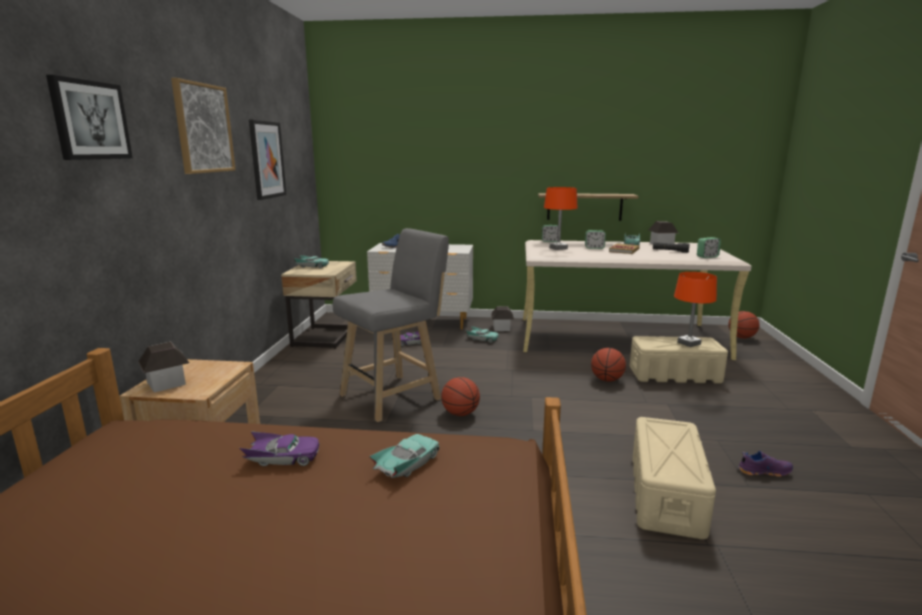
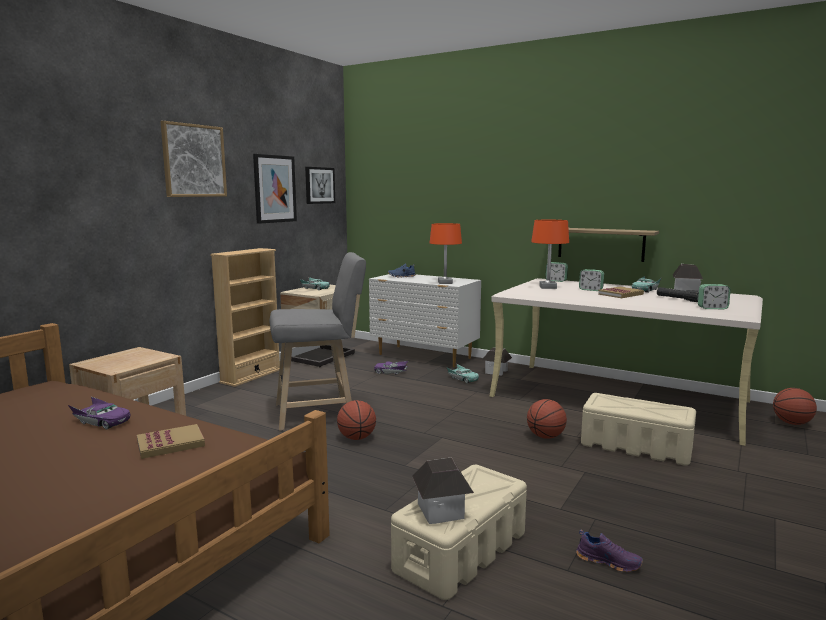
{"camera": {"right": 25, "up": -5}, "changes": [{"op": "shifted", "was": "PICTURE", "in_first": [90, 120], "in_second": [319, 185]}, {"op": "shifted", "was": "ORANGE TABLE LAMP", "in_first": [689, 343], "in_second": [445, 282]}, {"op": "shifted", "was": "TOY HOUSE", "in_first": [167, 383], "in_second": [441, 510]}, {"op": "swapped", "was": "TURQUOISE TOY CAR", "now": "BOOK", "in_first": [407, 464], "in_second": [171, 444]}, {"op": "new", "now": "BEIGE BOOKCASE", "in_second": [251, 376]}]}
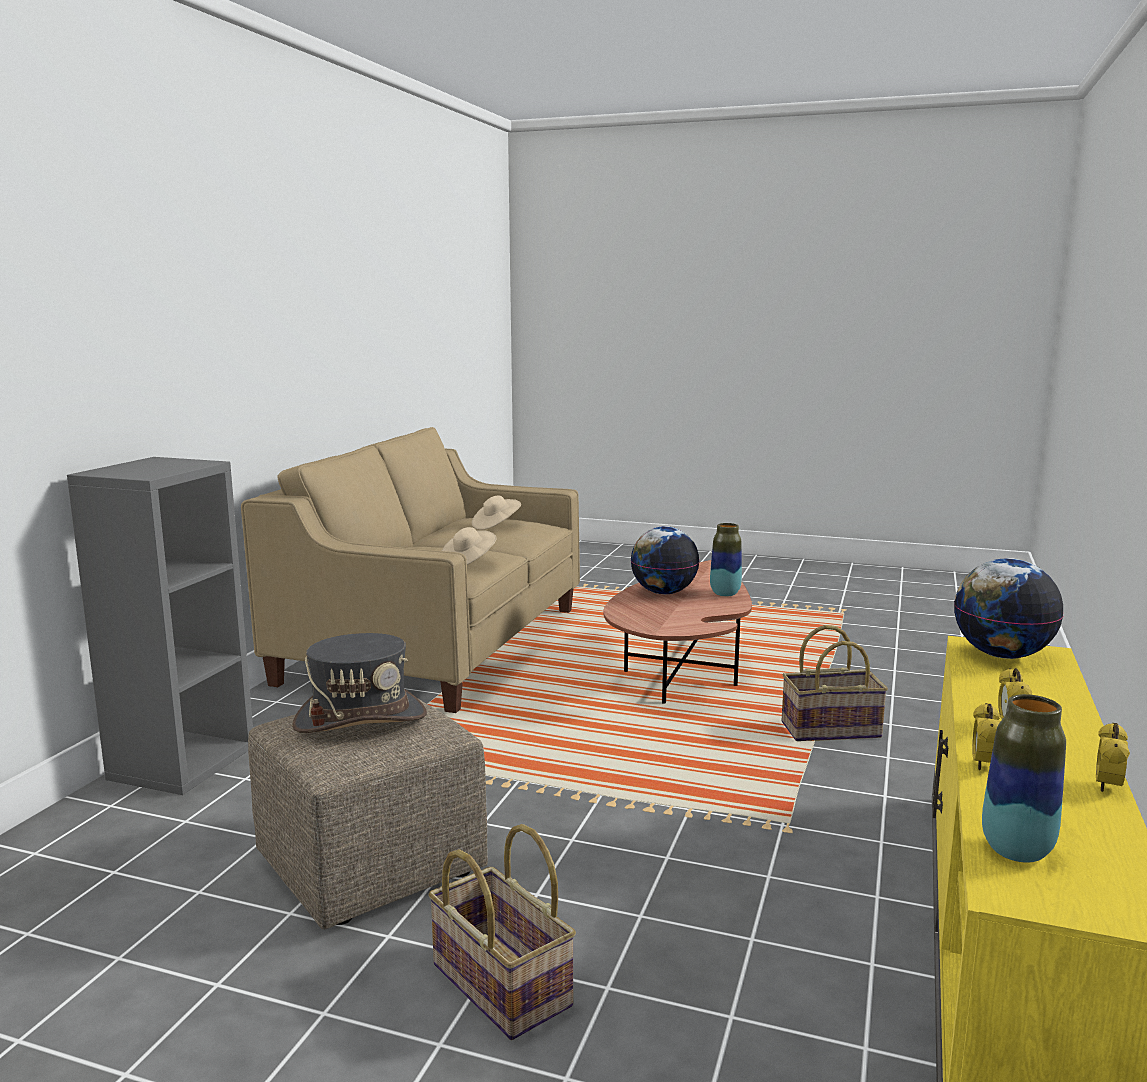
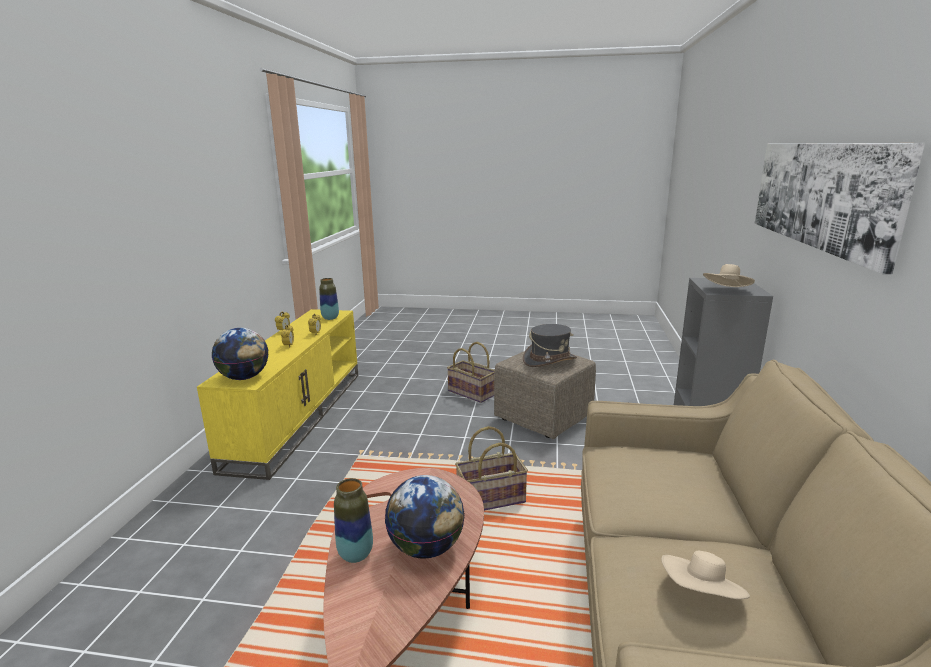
{"camera": {"right": 170, "up": 5}, "changes": [{"op": "shifted", "was": "BEIGE HAT", "in_first": [468, 562], "in_second": [726, 291]}, {"op": "shifted", "was": "BASKET", "in_first": [830, 729], "in_second": [491, 499]}, {"op": "new", "now": "PICTURE", "in_second": [820, 194]}]}
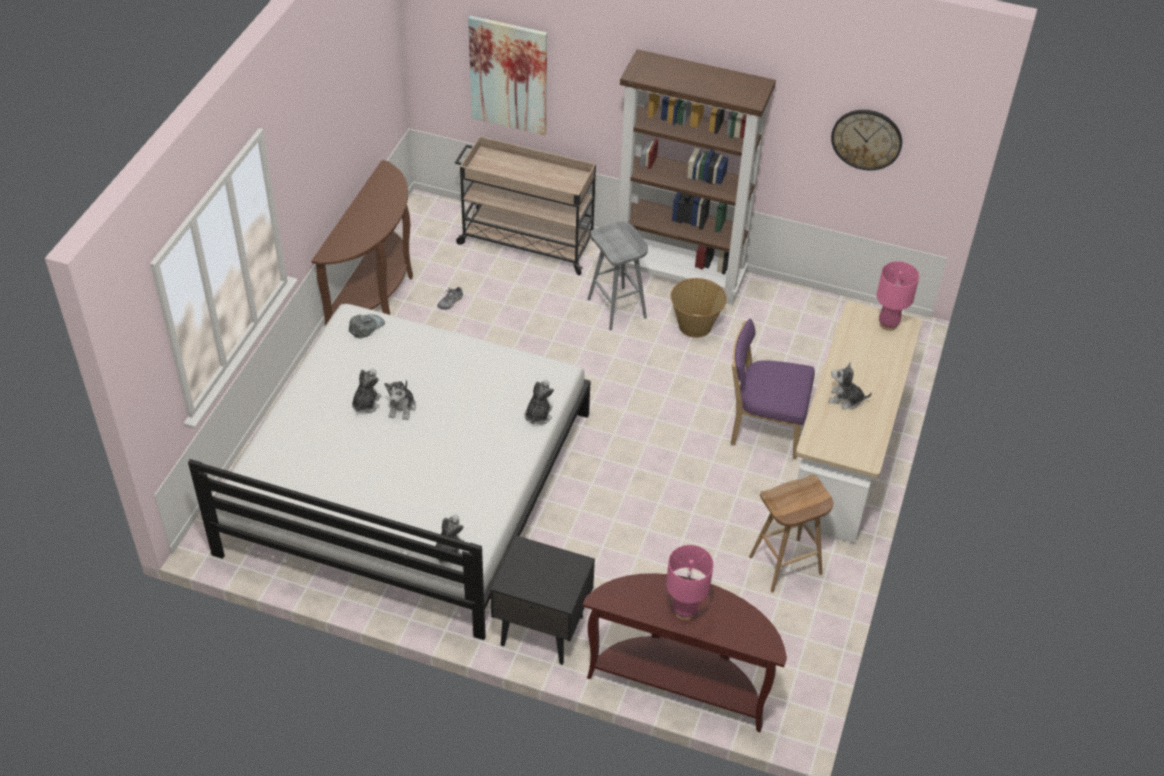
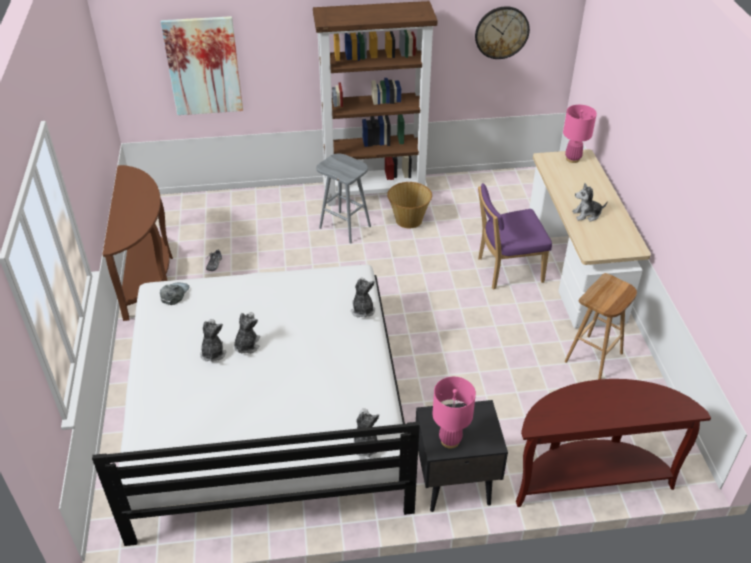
{"camera": {"right": -25, "up": -5}, "changes": [{"op": "gone", "was": "BEIGE CART", "in_first": [526, 241]}, {"op": "rotated", "was": "PLUSH TOY", "in_first": [402, 408], "in_second": [246, 345], "clockwise": -150}, {"op": "shifted", "was": "PINK TABLE LAMP", "in_first": [684, 611], "in_second": [450, 440]}]}
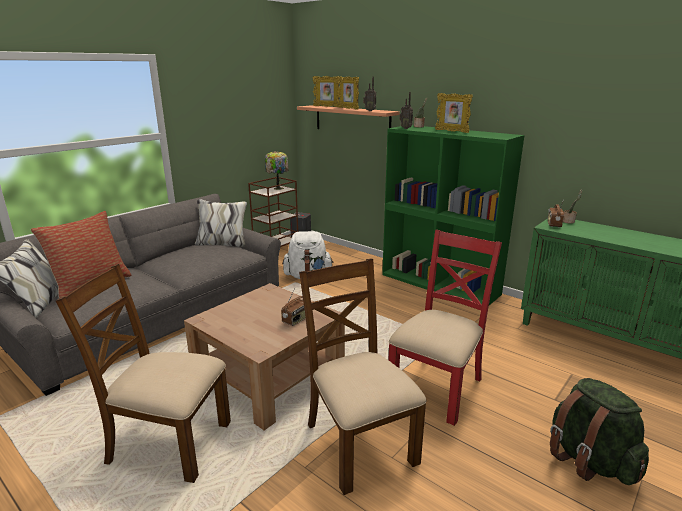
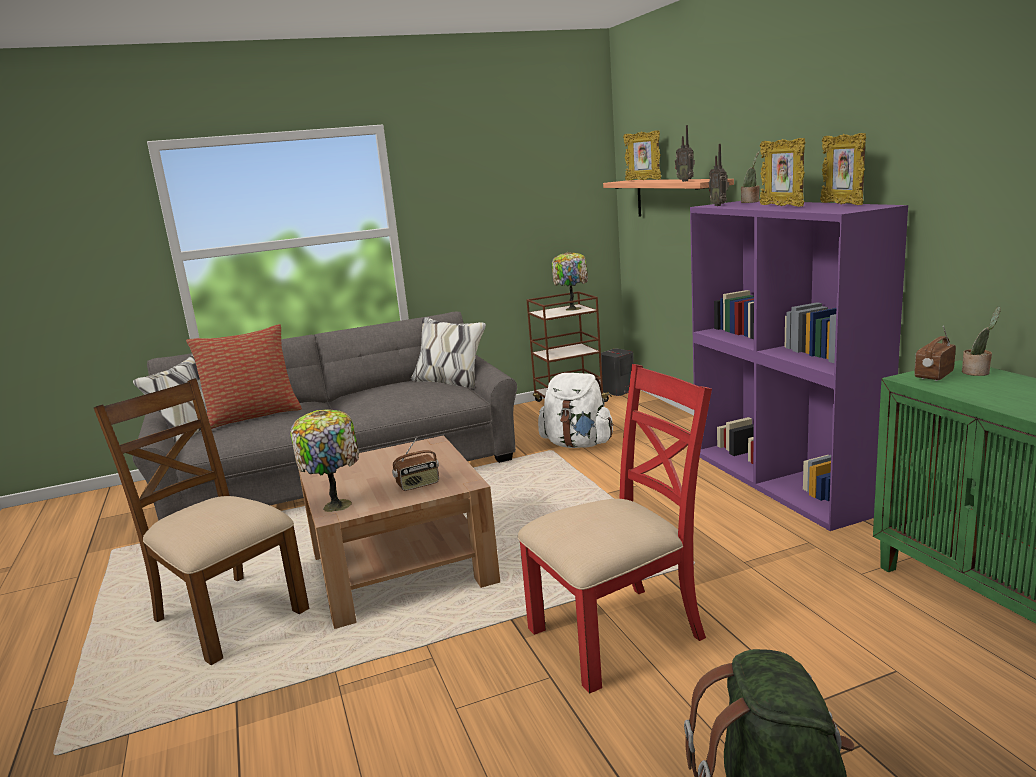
{"camera": {"right": 30, "up": -5}, "changes": [{"op": "shifted", "was": "PICTURE FRAME", "in_first": [348, 109], "in_second": [842, 204]}, {"op": "repainted", "was": "GREEN BOOKCASE", "now": "PURPLE BOOKCASE", "in_first": [440, 284], "in_second": [784, 481]}, {"op": "gone", "was": "BROWN CHAIR", "in_first": [359, 443]}, {"op": "new", "now": "TABLE LAMP", "in_second": [336, 504]}]}
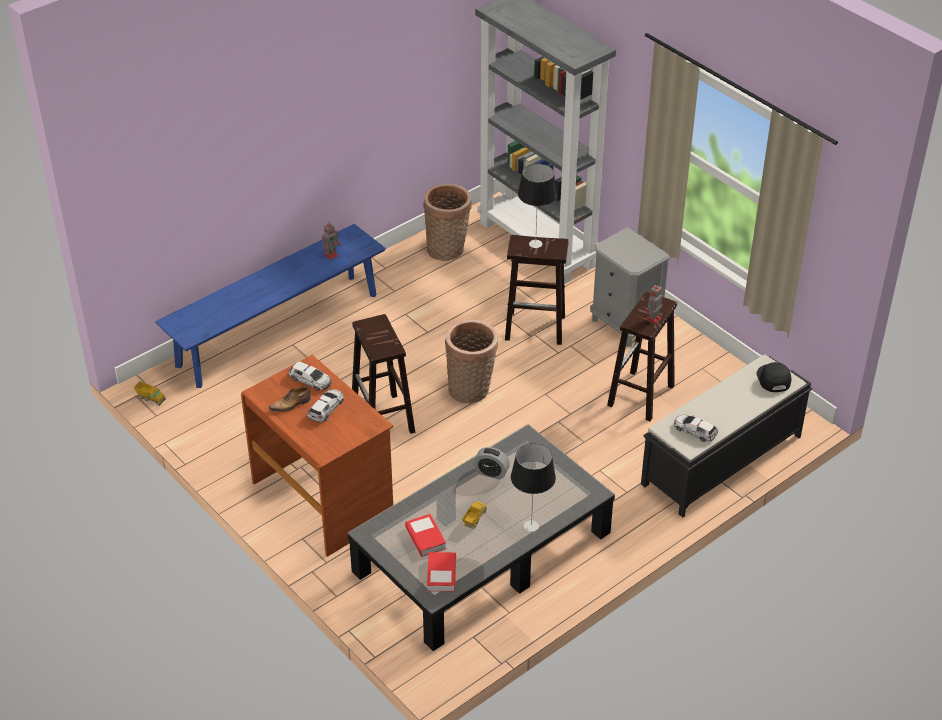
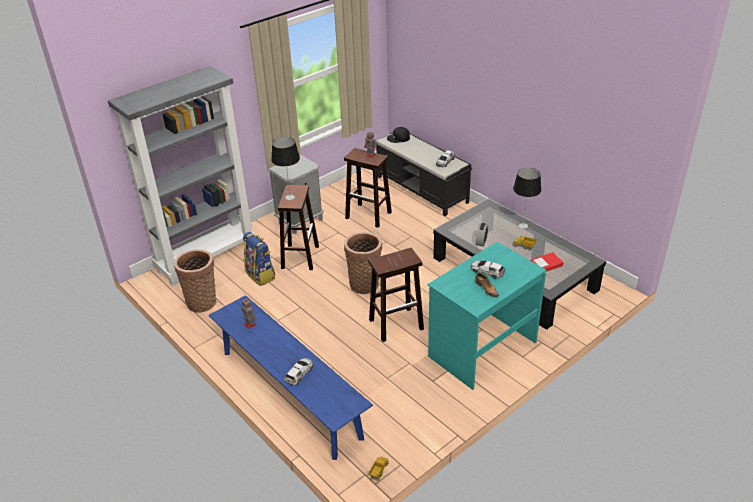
{"camera": {"right": -90, "up": -5}, "changes": [{"op": "repainted", "was": "BROWN DESK", "now": "TURQUOISE DESK", "in_first": [324, 499], "in_second": [481, 348]}, {"op": "shifted", "was": "TOY CAR", "in_first": [310, 380], "in_second": [299, 373]}, {"op": "gone", "was": "BOOK", "in_first": [441, 574]}, {"op": "new", "now": "BACKPACK", "in_second": [261, 275]}]}
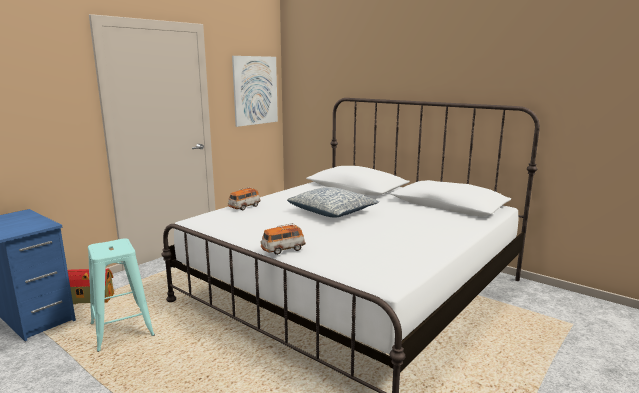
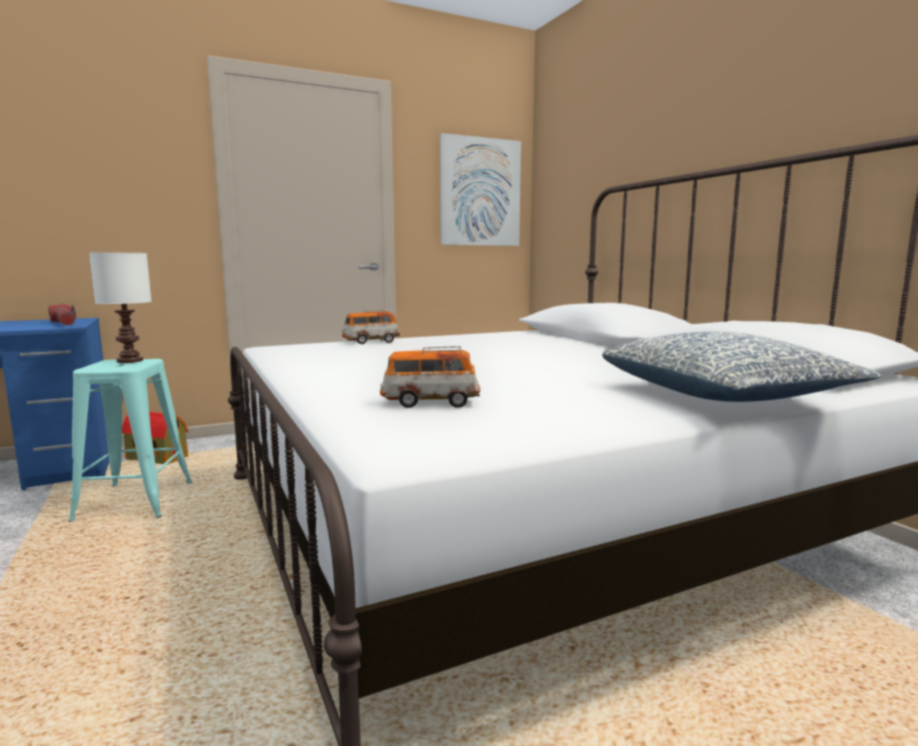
{"camera": {"right": 25, "up": -5}, "changes": [{"op": "shifted", "was": "PILLOW", "in_first": [333, 212], "in_second": [724, 395]}, {"op": "shifted", "was": "TOY CAR", "in_first": [283, 249], "in_second": [430, 402]}, {"op": "new", "now": "WHITE TABLE LAMP", "in_second": [129, 361]}, {"op": "new", "now": "FLASHLIGHT", "in_second": [65, 323]}]}
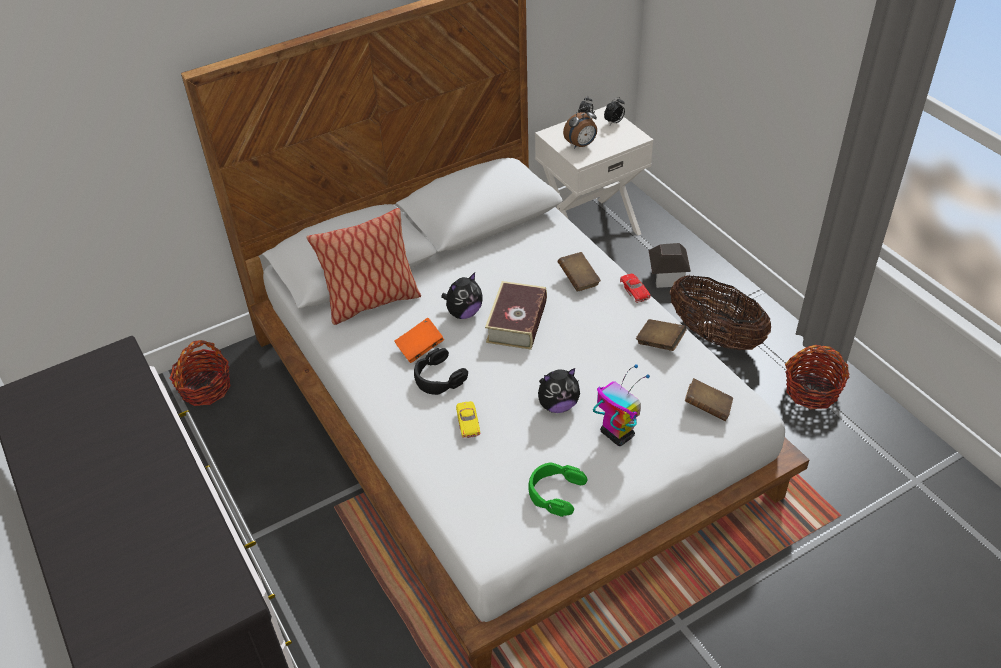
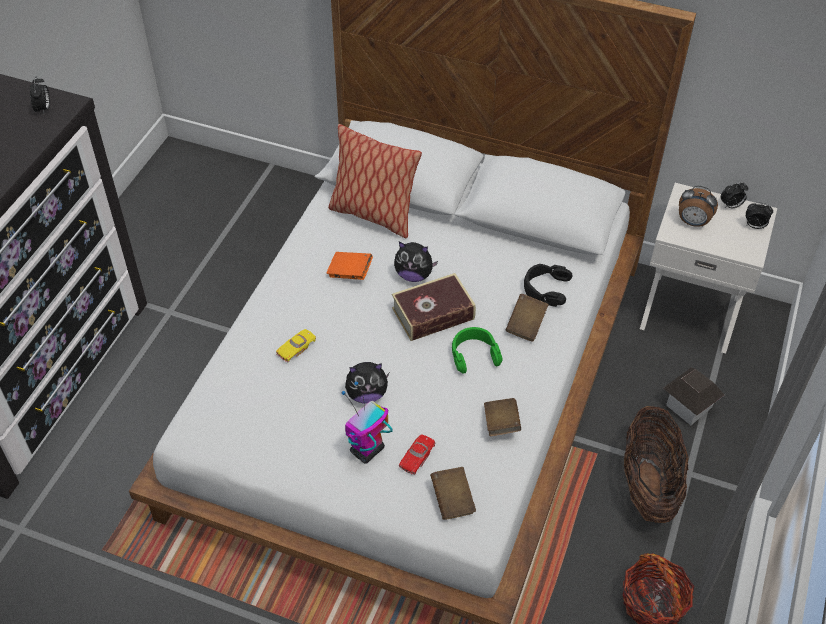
{"camera": {"right": 50, "up": 5}, "changes": [{"op": "shifted", "was": "RED TOY CAR", "in_first": [634, 290], "in_second": [417, 456]}, {"op": "gone", "was": "BASKET", "in_first": [205, 388]}, {"op": "shifted", "was": "BLACK HEADPHONES", "in_first": [438, 378], "in_second": [546, 288]}, {"op": "rotated", "was": "TOY ROBOT", "in_first": [616, 434], "in_second": [367, 451], "clockwise": -150}, {"op": "rotated", "was": "PLUSH TOY", "in_first": [558, 405], "in_second": [366, 394], "clockwise": -45}, {"op": "shifted", "was": "GREEN HEADPHONES", "in_first": [555, 493], "in_second": [474, 354]}, {"op": "new", "now": "ALARM CLOCK", "in_second": [44, 109]}]}
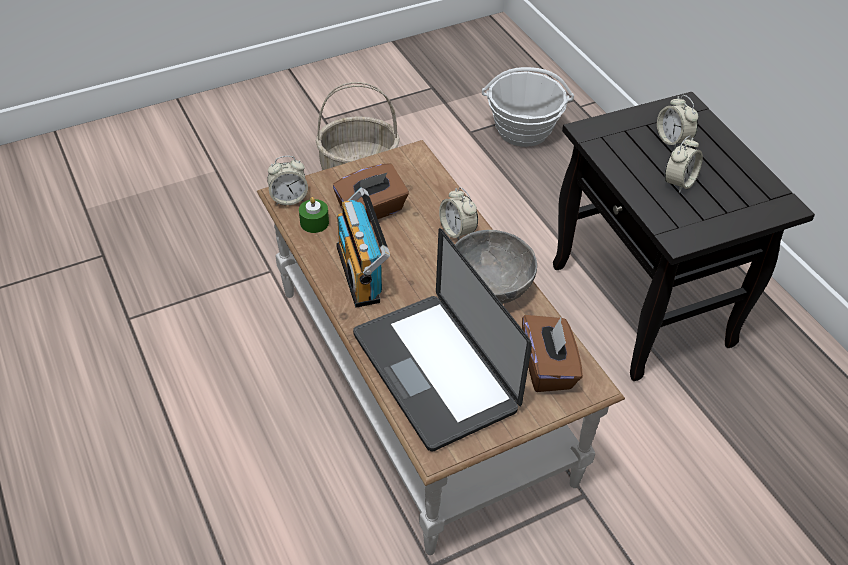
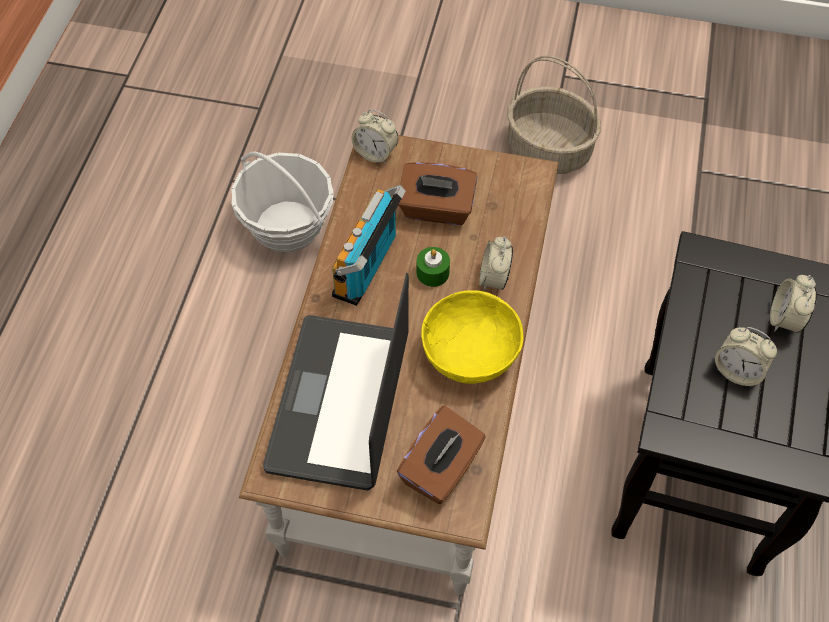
{"camera": {"right": 40, "up": 10}, "changes": [{"op": "shifted", "was": "BASKET", "in_first": [523, 130], "in_second": [287, 226]}, {"op": "rotated", "was": "ALARM CLOCK", "in_first": [678, 182], "in_second": [737, 371], "clockwise": 45}, {"op": "shifted", "was": "GREEN CANDLE", "in_first": [314, 222], "in_second": [432, 273]}, {"op": "repainted", "was": "GREY BOWL", "now": "YELLOW BOWL", "in_first": [490, 285], "in_second": [469, 354]}]}
